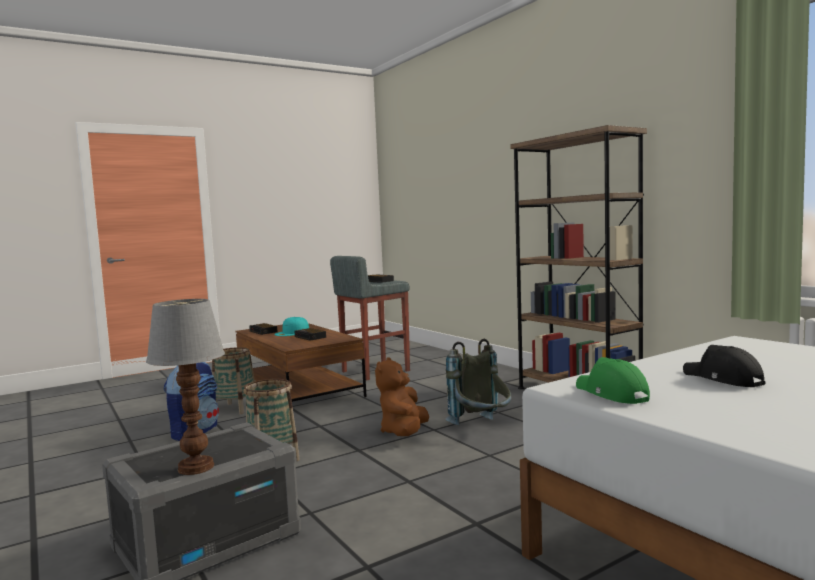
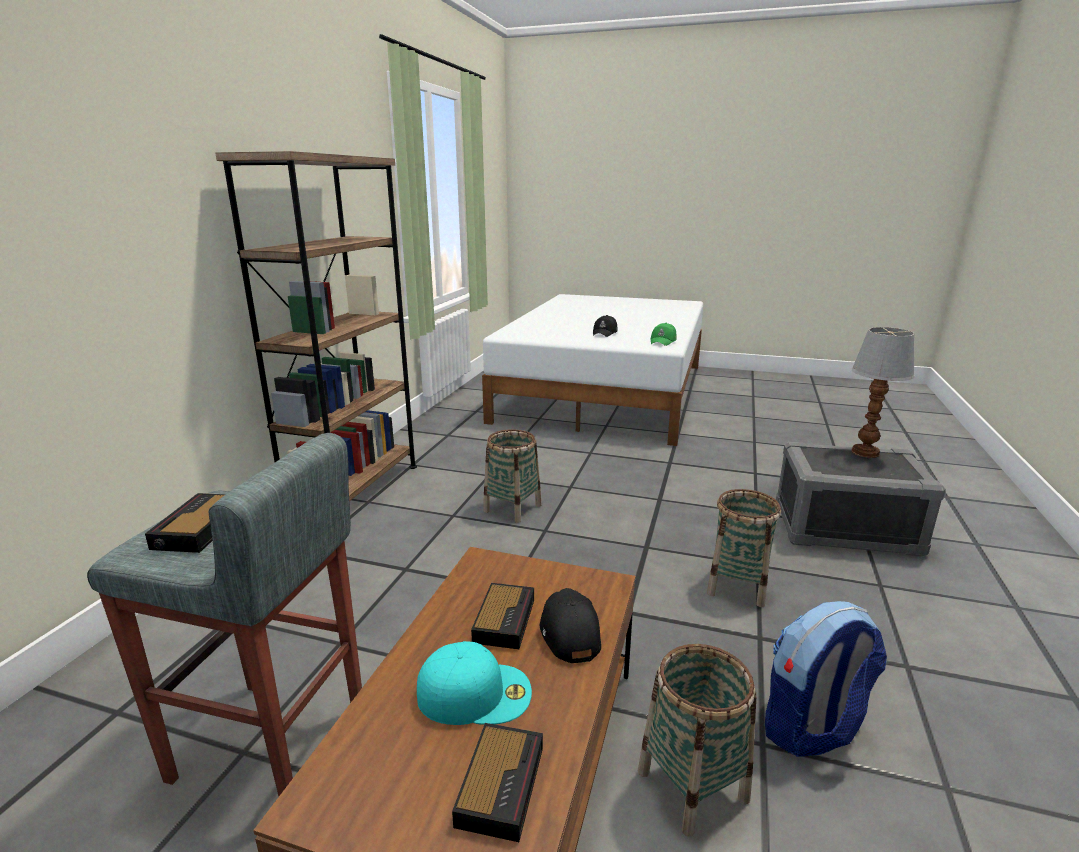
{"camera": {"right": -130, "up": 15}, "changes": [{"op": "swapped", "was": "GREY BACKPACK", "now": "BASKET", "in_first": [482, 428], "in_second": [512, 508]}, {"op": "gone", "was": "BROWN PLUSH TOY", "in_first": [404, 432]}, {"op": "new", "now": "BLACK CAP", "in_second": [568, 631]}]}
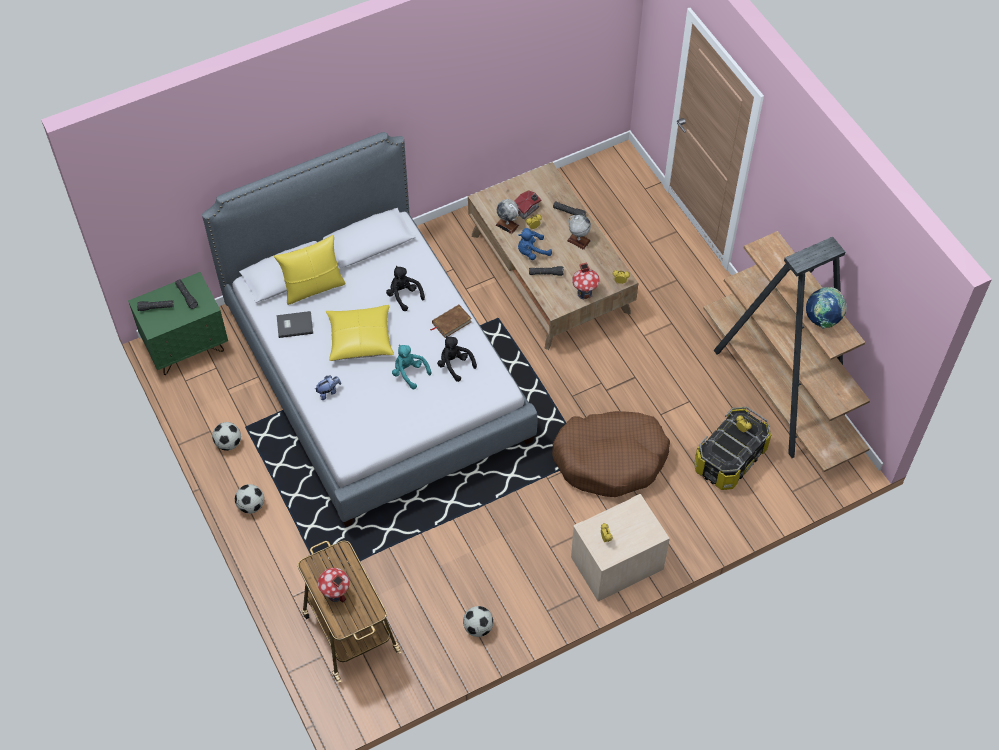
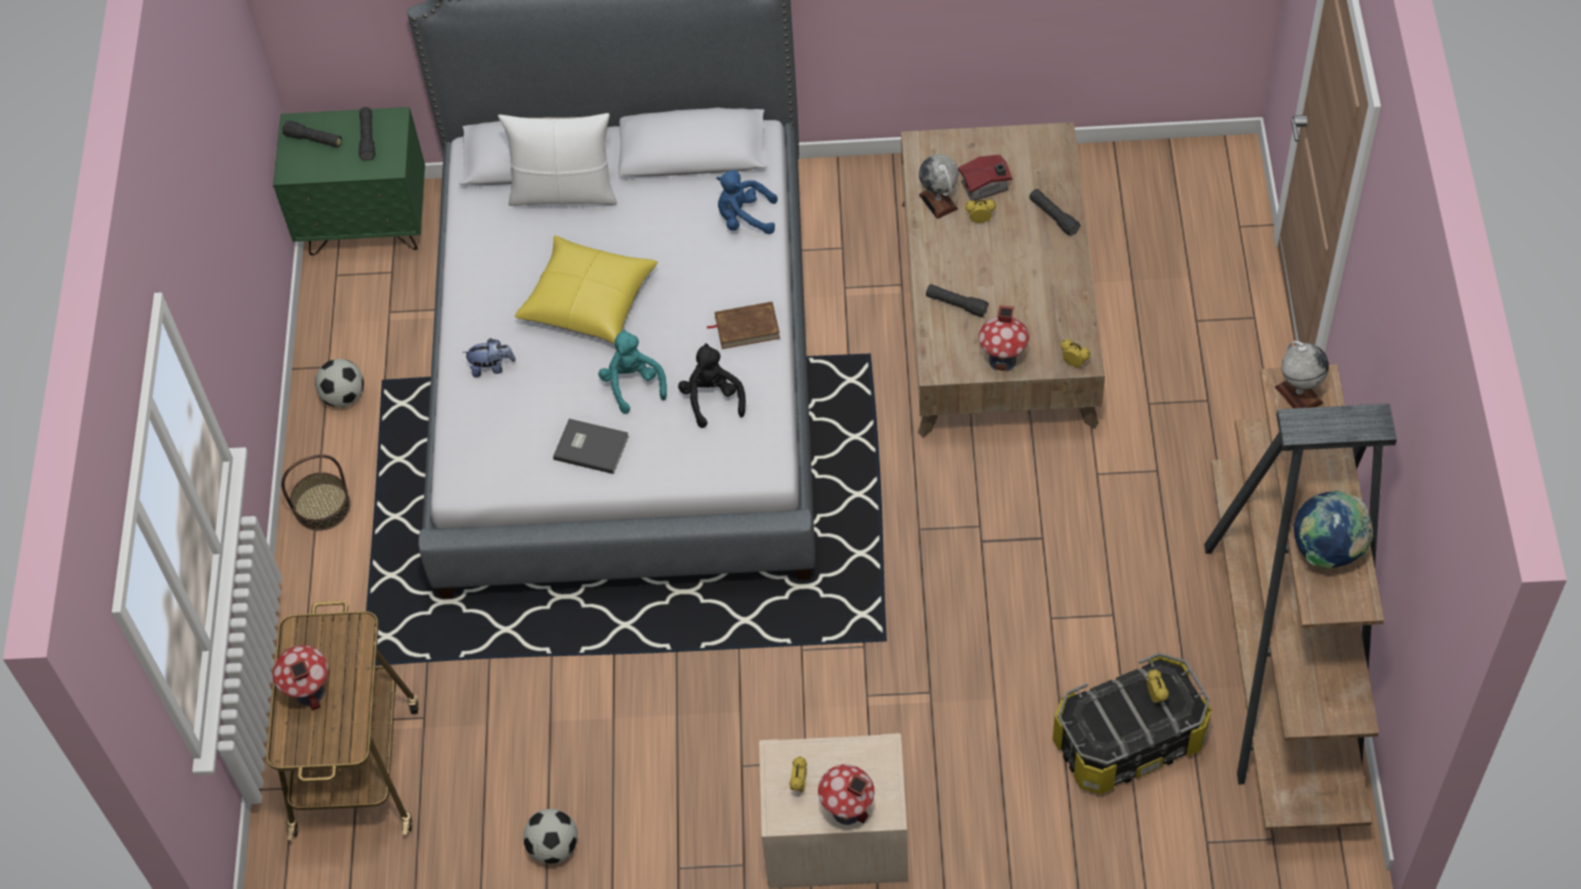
{"camera": {"right": 30, "up": 0}, "changes": [{"op": "shifted", "was": "GLOBE", "in_first": [578, 240], "in_second": [1298, 395]}, {"op": "shifted", "was": "BLUE PLUSH TOY", "in_first": [532, 252], "in_second": [744, 218]}, {"op": "repainted", "was": "YELLOW PILLOW", "now": "WHITE PILLOW", "in_first": [313, 287], "in_second": [564, 192]}, {"op": "gone", "was": "BLACK PLUSH TOY", "in_first": [404, 295]}, {"op": "shifted", "was": "GREY BOOK", "in_first": [294, 324], "in_second": [591, 446]}, {"op": "gone", "was": "BROWN DOG BED", "in_first": [610, 459]}, {"op": "swapped", "was": "FOOTBALL", "now": "BASKET", "in_first": [251, 505], "in_second": [322, 507]}, {"op": "new", "now": "TOY HOUSE", "in_second": [847, 811]}]}
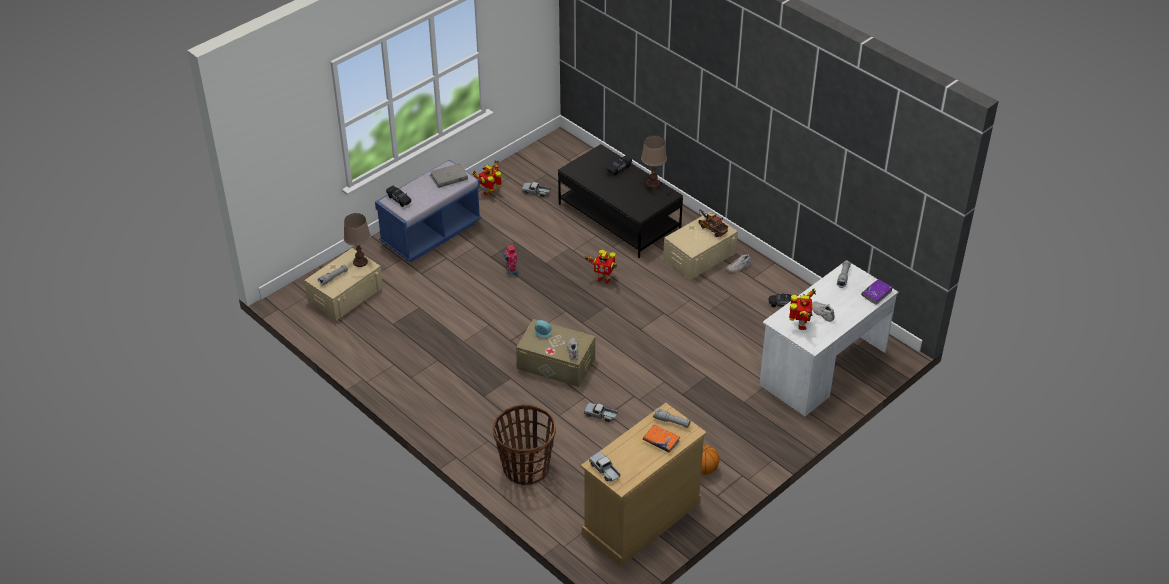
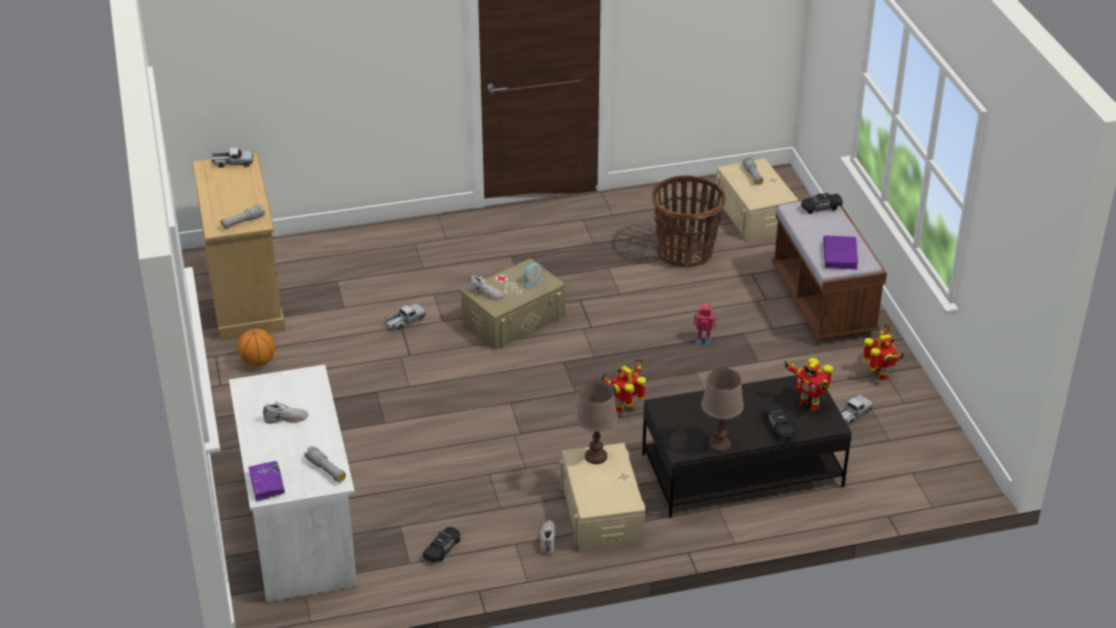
{"camera": {"right": 120, "up": -5}, "changes": [{"op": "repainted", "was": "BLUE BENCH", "now": "BROWN BENCH", "in_first": [431, 234], "in_second": [823, 302]}, {"op": "repainted", "was": "GREY BOOK", "now": "PURPLE BOOK", "in_first": [448, 177], "in_second": [840, 255]}, {"op": "gone", "was": "TOY TRUCK", "in_first": [711, 228]}, {"op": "shifted", "was": "BROWN TABLE LAMP", "in_first": [360, 262], "in_second": [596, 456]}, {"op": "shifted", "was": "TOY ROBOT", "in_first": [800, 325], "in_second": [809, 404]}, {"op": "shifted", "was": "BASKET", "in_first": [525, 468], "in_second": [685, 253]}, {"op": "gone", "was": "ORANGE BOOK", "in_first": [661, 441]}]}
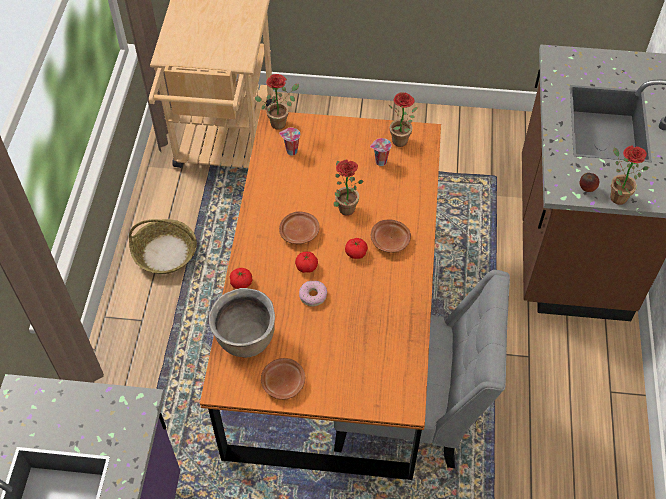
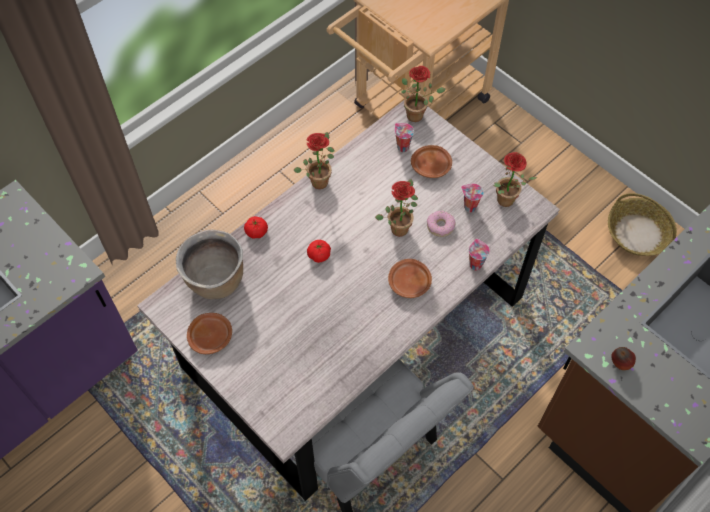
{"camera": {"right": 40, "up": 5}, "changes": [{"op": "repainted", "was": "ORANGE DINING TABLE", "now": "GREY DINING TABLE", "in_first": [331, 333], "in_second": [353, 330]}, {"op": "shifted", "was": "POTTED PLANT", "in_first": [615, 195], "in_second": [319, 179]}, {"op": "shifted", "was": "BROWN PLATE", "in_first": [299, 232], "in_second": [431, 166]}, {"op": "shifted", "was": "BASKET", "in_first": [166, 253], "in_second": [638, 233]}, {"op": "gone", "was": "TOMATO", "in_first": [356, 253]}, {"op": "shifted", "was": "DONUT", "in_first": [313, 295], "in_second": [440, 226]}, {"op": "new", "now": "CUP", "in_second": [475, 264]}]}
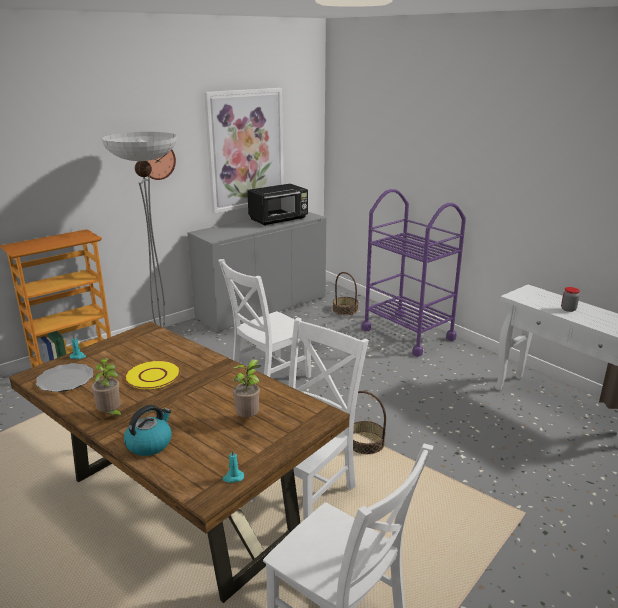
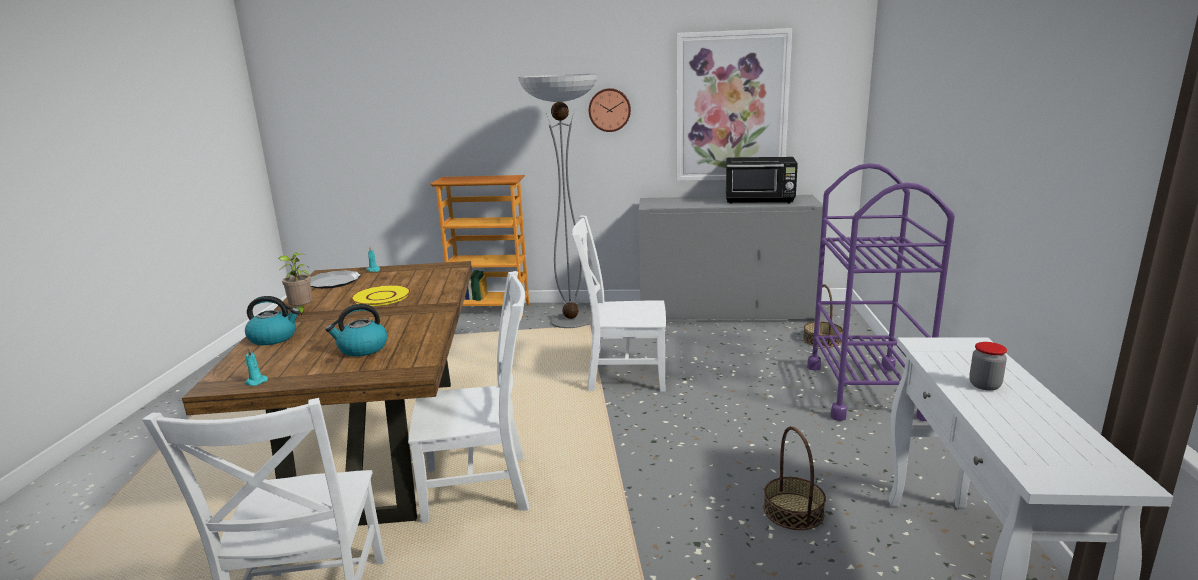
{"camera": {"right": 45, "up": -5}, "changes": [{"op": "swapped", "was": "POTTED PLANT", "now": "KETTLE", "in_first": [249, 418], "in_second": [362, 349]}, {"op": "shifted", "was": "BASKET", "in_first": [365, 443], "in_second": [793, 511]}]}
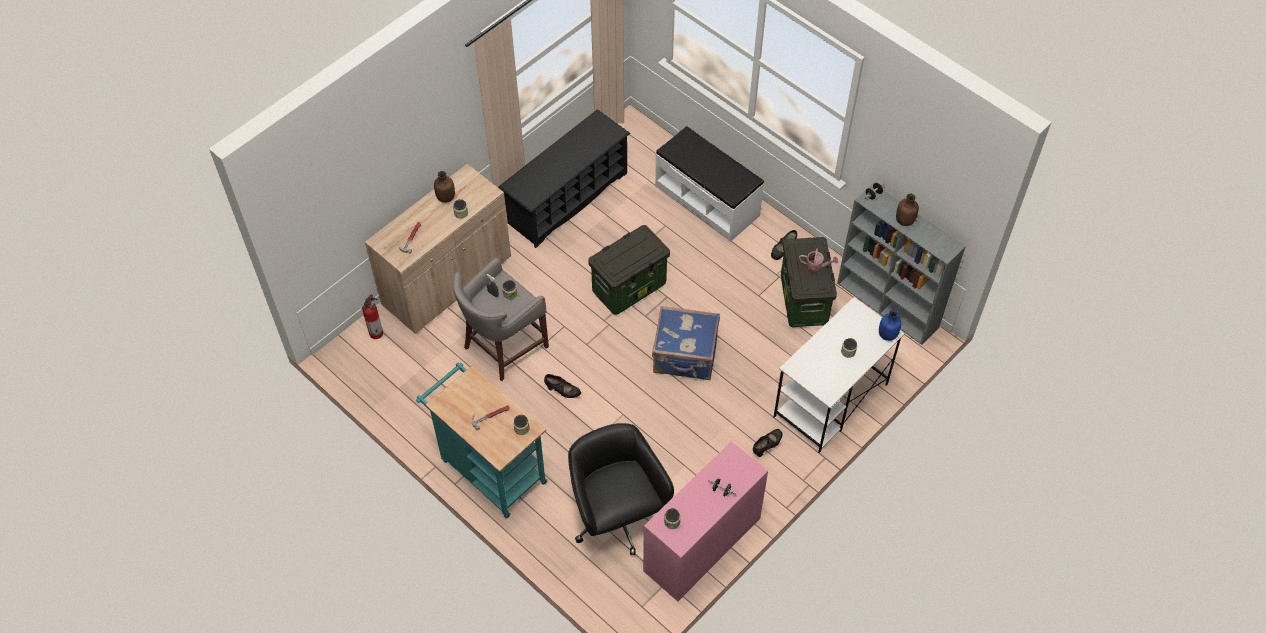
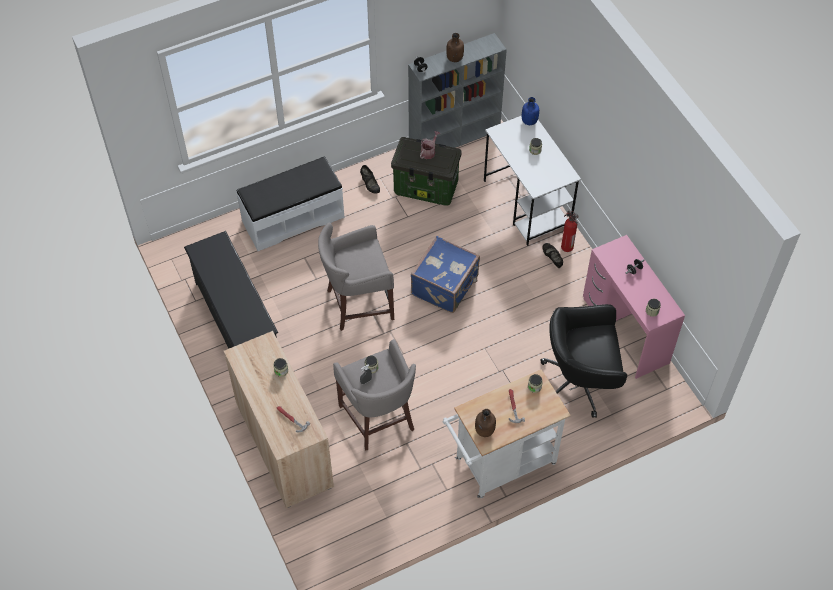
{"camera": {"right": -70, "up": 0}, "changes": [{"op": "shifted", "was": "BROWN BOTTLE", "in_first": [445, 197], "in_second": [484, 431]}, {"op": "swapped", "was": "STORAGE BOX", "now": "GREY STOOL", "in_first": [629, 287], "in_second": [357, 304]}, {"op": "shifted", "was": "FIRE EXTINGUISHER", "in_first": [377, 332], "in_second": [566, 246]}, {"op": "repainted", "was": "TURQUOISE CART", "now": "WHITE CART", "in_first": [489, 468], "in_second": [500, 464]}, {"op": "gone", "was": "BLACK SHOE", "in_first": [562, 391]}]}
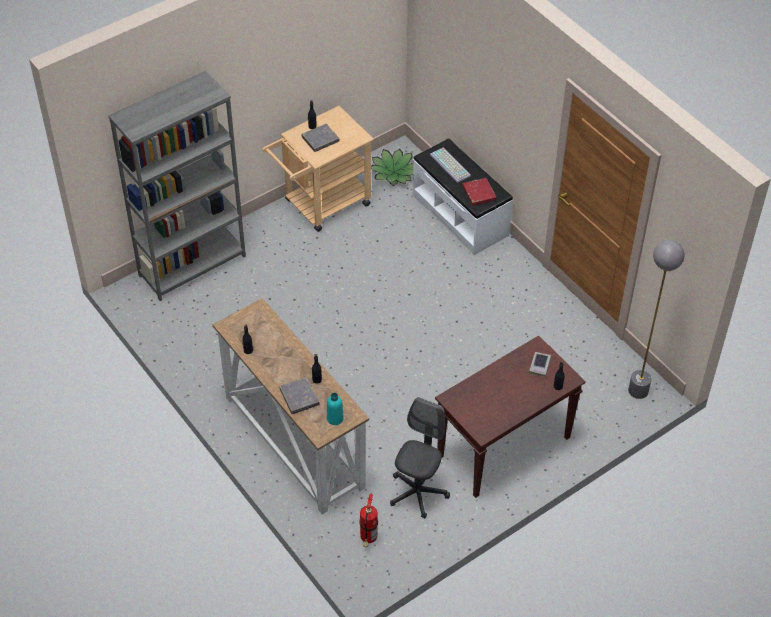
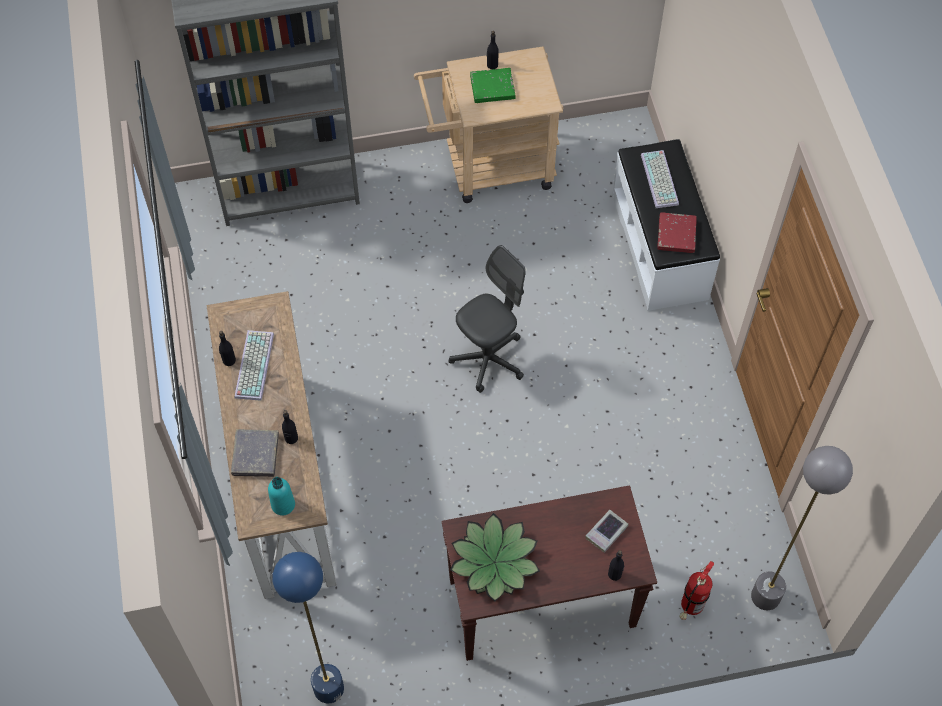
{"camera": {"right": 25, "up": 10}, "changes": [{"op": "repainted", "was": "GREY BOOK", "now": "GREEN BOOK", "in_first": [320, 139], "in_second": [492, 88]}, {"op": "shifted", "was": "POTTED PLANT", "in_first": [394, 172], "in_second": [495, 562]}, {"op": "shifted", "was": "GREY OFFICE CHAIR", "in_first": [418, 493], "in_second": [488, 359]}, {"op": "shifted", "was": "FIRE EXTINGUISHER", "in_first": [368, 539], "in_second": [690, 608]}, {"op": "new", "now": "KEYBOARD", "in_second": [253, 364]}, {"op": "new", "now": "BLUE FLOOR LAMP", "in_second": [328, 688]}]}
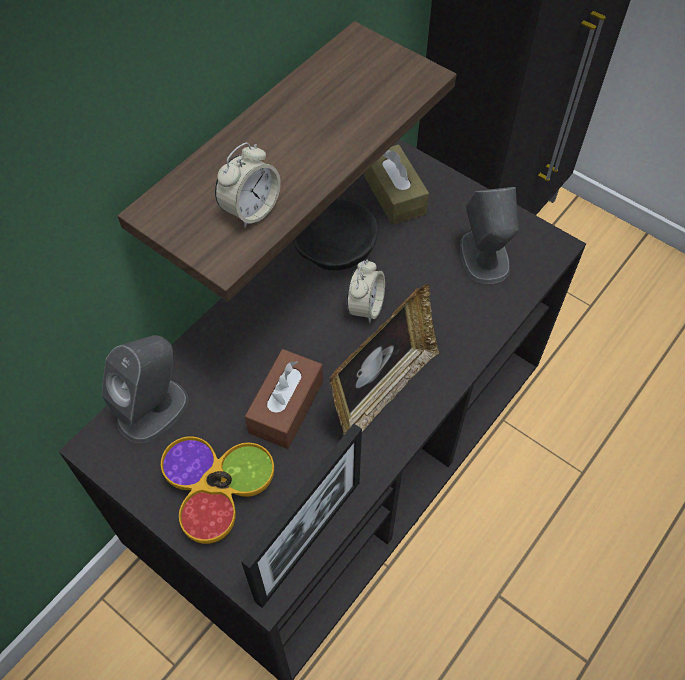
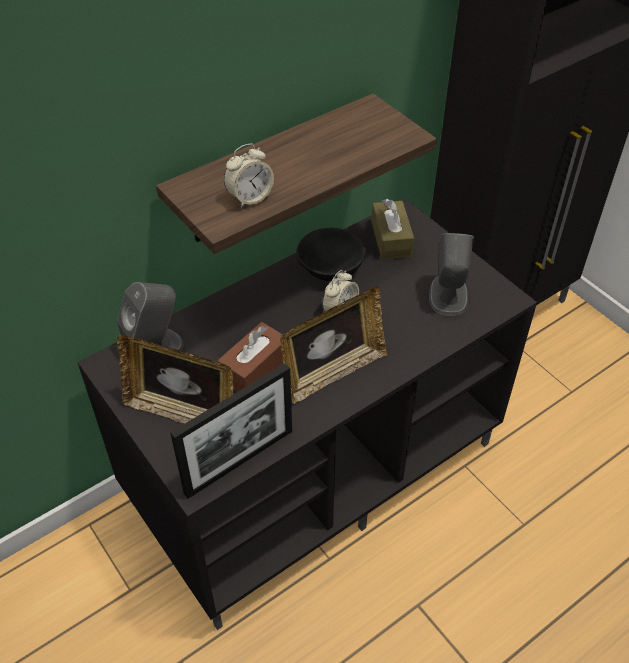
{"camera": {"right": 15, "up": -10}, "changes": [{"op": "swapped", "was": "BOWL", "now": "PICTURE FRAME", "in_first": [217, 491], "in_second": [182, 413]}]}
